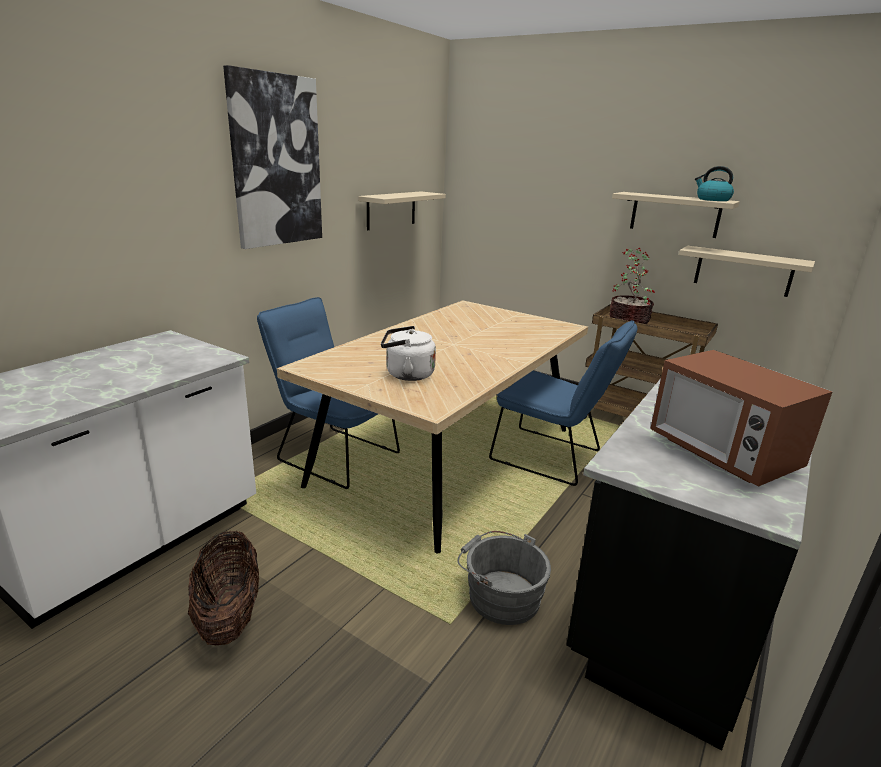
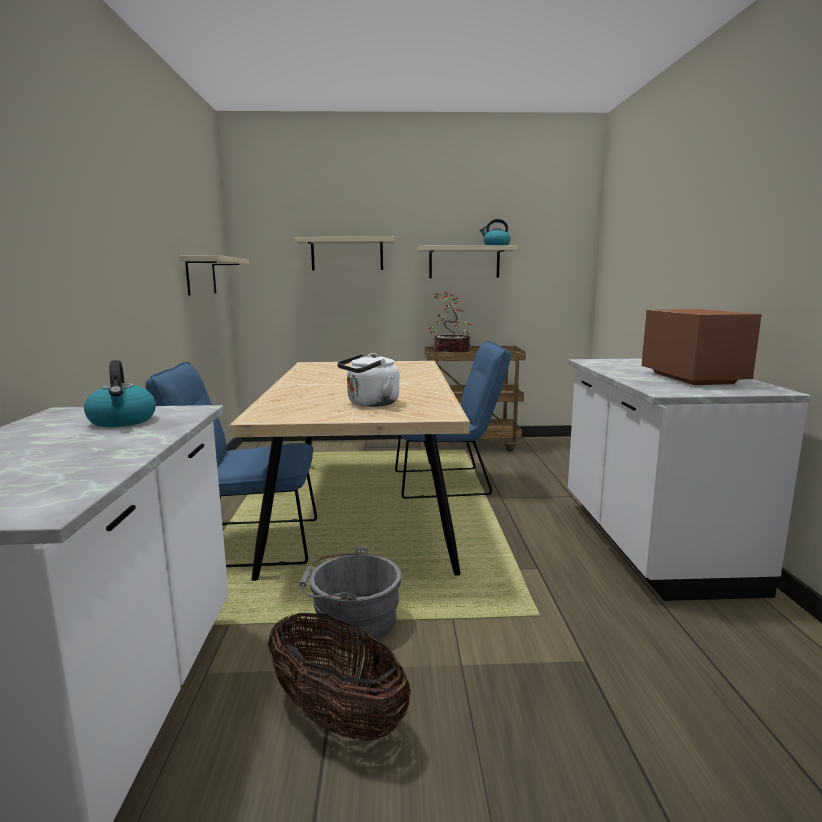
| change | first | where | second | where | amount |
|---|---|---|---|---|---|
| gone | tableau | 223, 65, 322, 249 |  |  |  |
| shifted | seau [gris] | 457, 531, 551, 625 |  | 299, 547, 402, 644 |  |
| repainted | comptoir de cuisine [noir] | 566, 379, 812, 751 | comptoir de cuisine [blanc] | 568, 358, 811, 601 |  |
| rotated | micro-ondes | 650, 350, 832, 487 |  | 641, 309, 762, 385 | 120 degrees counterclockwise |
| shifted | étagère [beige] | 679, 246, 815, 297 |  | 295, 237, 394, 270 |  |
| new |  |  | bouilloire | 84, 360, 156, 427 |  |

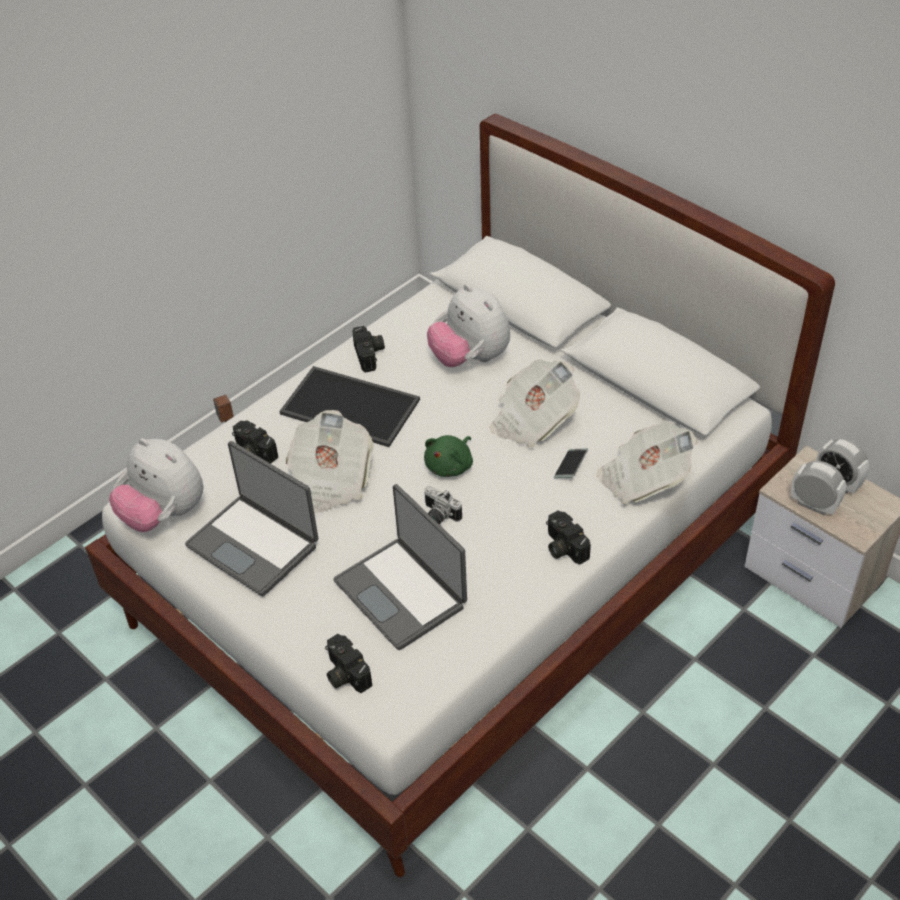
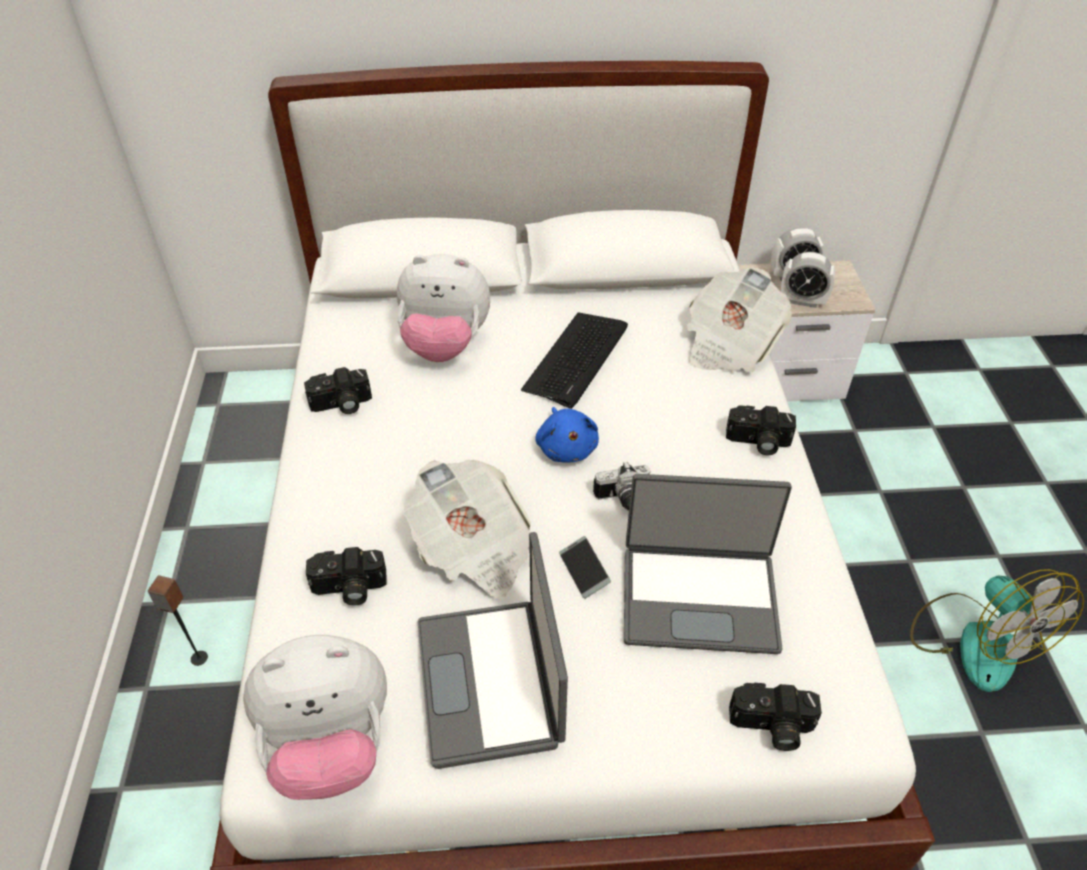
| change | first | where | second | where | amount |
|---|---|---|---|---|---|
| rotated | ordinateur portable | 185, 441, 318, 596 |  | 418, 532, 568, 769 | 90 degrees clockwise |
| gone | plateau | 279, 366, 420, 447 |  |  |  |
| rotated | appareil photo | 352, 326, 385, 373 |  | 304, 367, 372, 414 | 135 degrees clockwise |
| repainted | peluche [vert] | 424, 435, 473, 477 | peluche [bleu] | 535, 407, 599, 463 |  |
| swapped | journal | 490, 359, 580, 448 | clavier | 521, 312, 628, 409 |  |
| shifted | téléphone | 554, 448, 588, 478 |  | 559, 536, 611, 599 |  |
| rotated | réveil | 791, 461, 846, 516 |  | 781, 252, 835, 308 | 150 degrees counterclockwise |
| new |  |  | ventilateur | 910, 569, 1084, 692 |  |

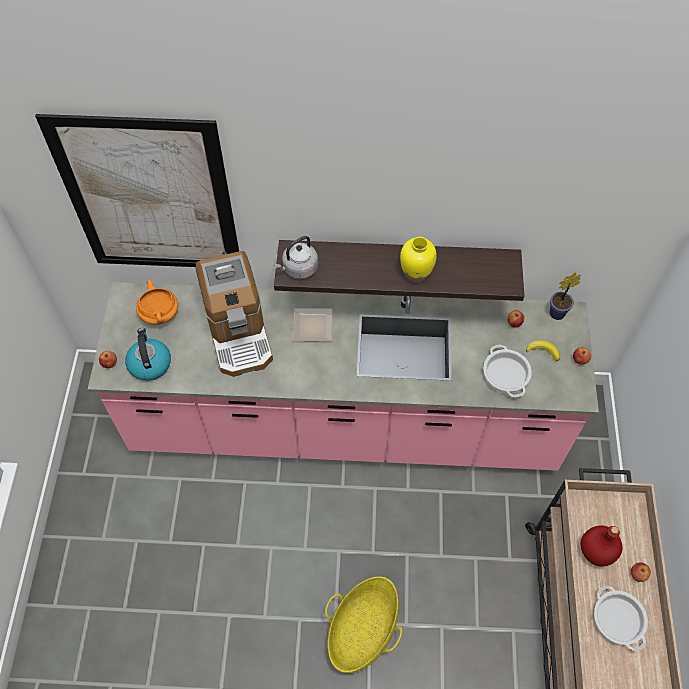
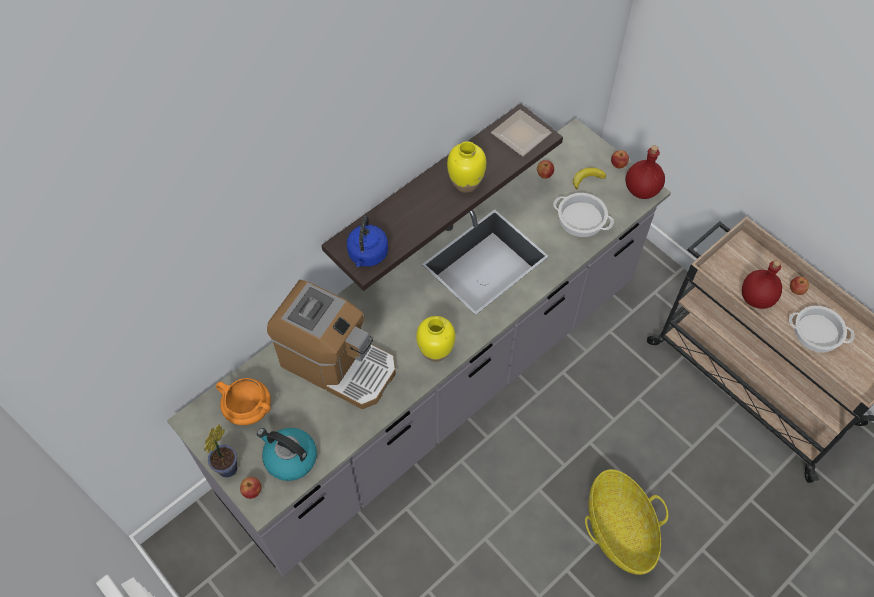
| change | first | where | second | where | amount |
|---|---|---|---|---|---|
| gone | tableau | 35, 114, 239, 267 |  |  |  |
| repainted | comptoir de cuisine [rose] | 88, 282, 599, 471 | comptoir de cuisine [gris] | 167, 118, 671, 576 |  |
| repainted | bouilloire [gris] | 274, 236, 318, 279 | bouilloire [bleu] | 347, 215, 388, 267 |  |
| shifted | assiette | 293, 309, 332, 341 |  | 491, 109, 552, 156 |  |
| shifted | plante en pot | 550, 273, 581, 320 |  | 204, 424, 238, 477 |  |
| new |  |  | vase [jaune] | 416, 316, 455, 362 |  |
| new |  |  | bouteille [rouge] | 626, 145, 665, 199 |  |

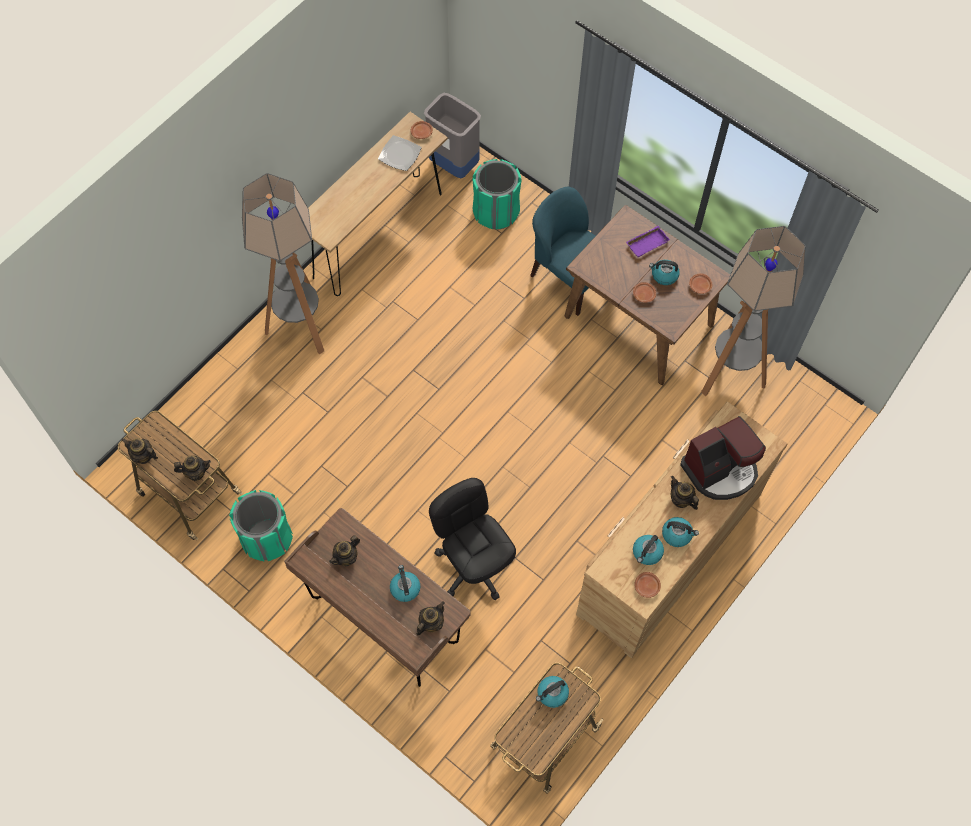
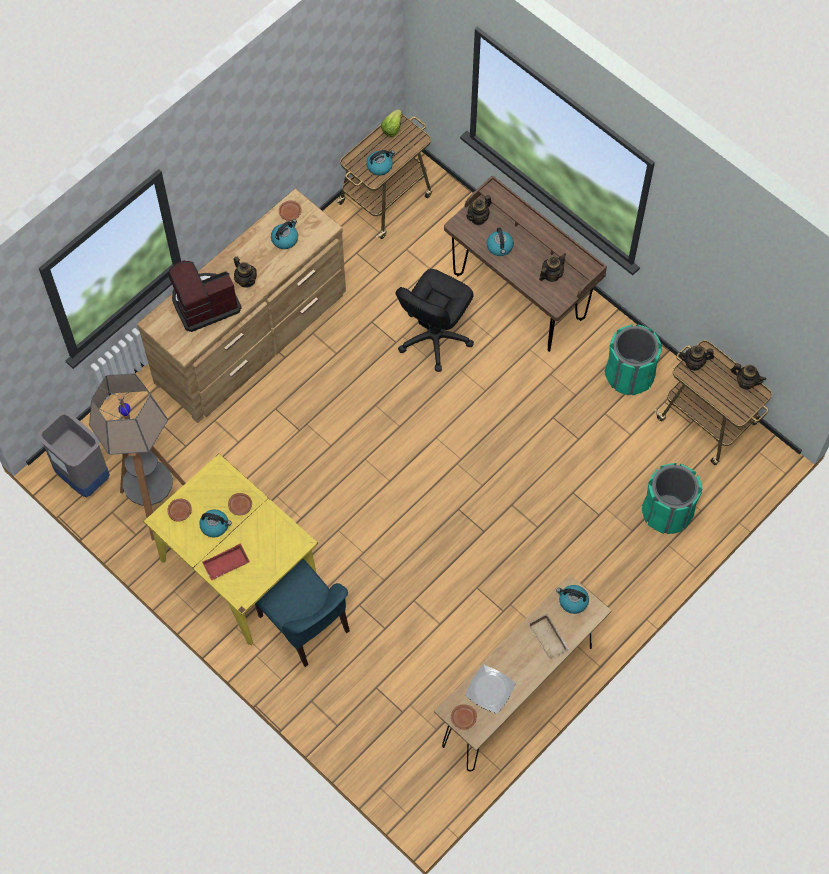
| change | first | where | second | where | amount |
|---|---|---|---|---|---|
| gone | lampadaire | 242, 173, 324, 354 |  |  |  |
| shifted | poubelle [gris] | 424, 93, 481, 178 |  | 38, 411, 110, 497 |  |
| rotated | chaise de bureau [noir] | 429, 478, 516, 600 |  | 396, 269, 474, 372 | 60 degrees clockwise |
| shifted | poubelle [vert] | 472, 159, 522, 229 |  | 642, 463, 702, 534 |  |
| repainted | table à manger [marron] | 564, 204, 730, 385 | table à manger [jaune] | 143, 453, 318, 645 |  |
| repainted | plateau [violet] | 626, 226, 670, 257 | plateau [rouge] | 202, 543, 250, 581 |  |
| shifted | bouilloire | 662, 517, 699, 547 |  | 556, 585, 589, 614 |  |
| new |  |  | laitue | 381, 109, 402, 137 |  |
| new |  |  | plateau [beige] | 528, 614, 569, 660 |  |

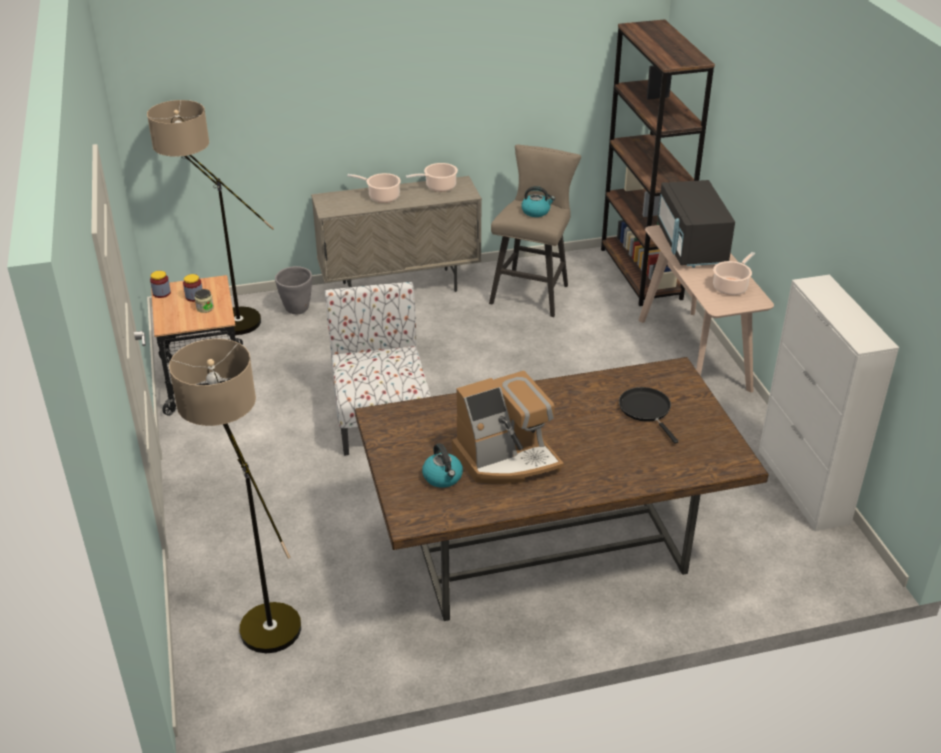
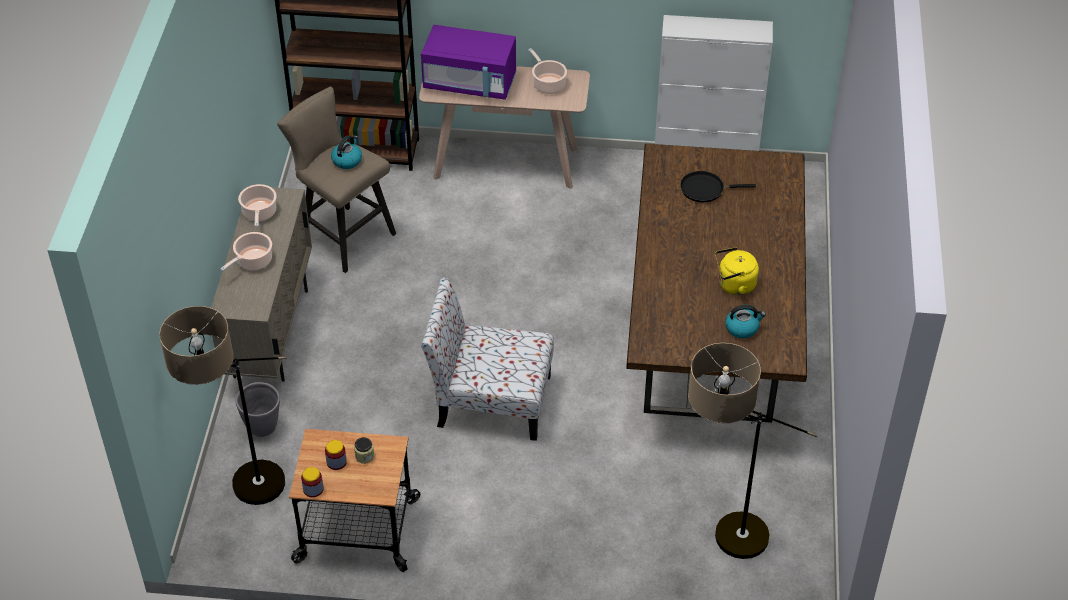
| change | first | where | second | where | amount |
|---|---|---|---|---|---|
| swapped | machine à café | 452, 371, 564, 484 | bouilloire [jaune] | 715, 247, 759, 295 |  |
| repainted | micro-ondes [noir] | 657, 180, 735, 268 | micro-ondes [violet] | 421, 25, 517, 100 |  |

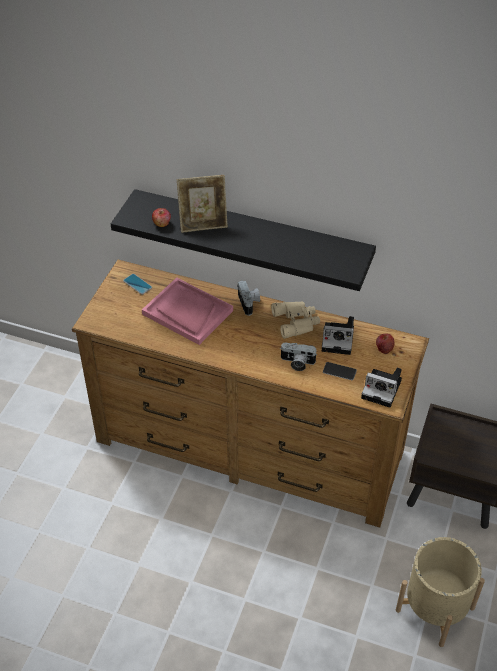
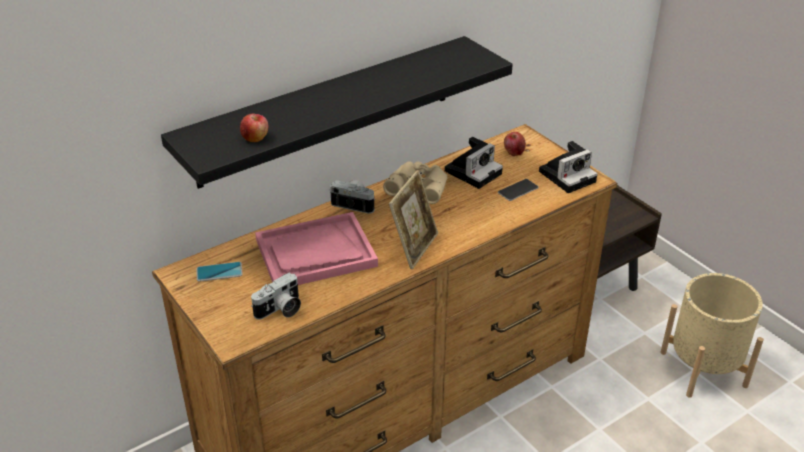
| change | first | where | second | where | amount |
|---|---|---|---|---|---|
| shifted | cadre photo | 177, 175, 228, 233 |  | 389, 170, 438, 269 |  |
| shifted | appareil photo | 281, 342, 318, 371 |  | 251, 273, 301, 320 |  |

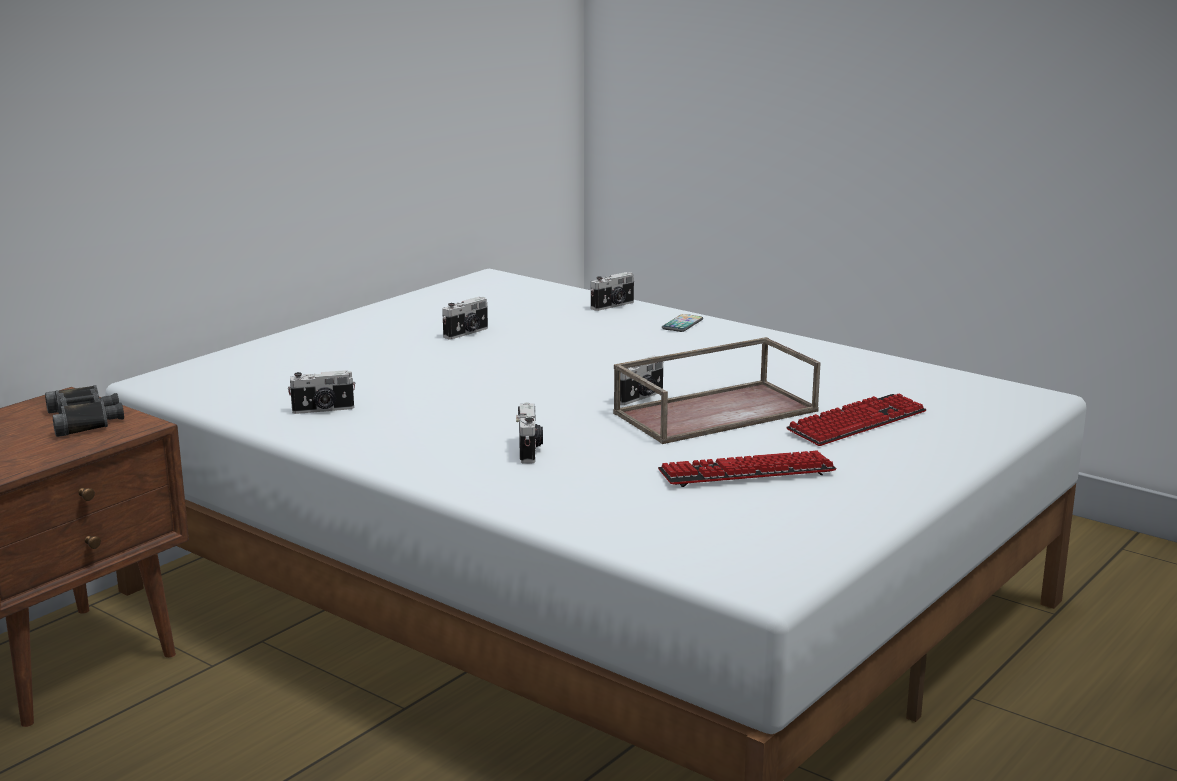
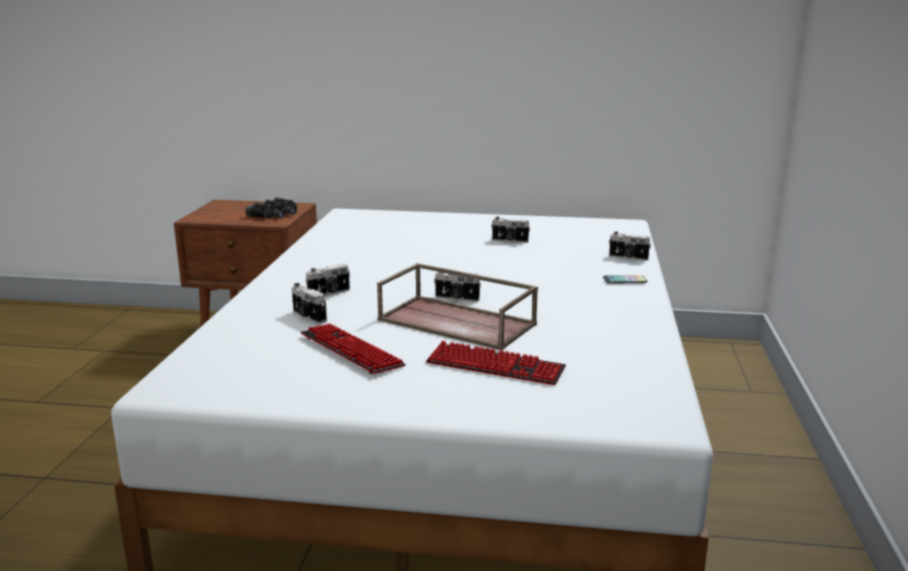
| change | first | where | second | where | amount |
|---|---|---|---|---|---|
| shifted | appareil photo | 288, 370, 356, 414 |  | 292, 283, 327, 324 |  |

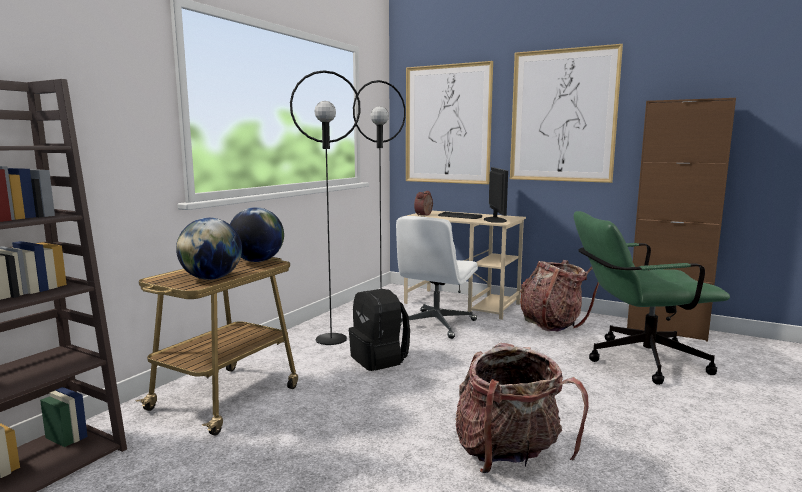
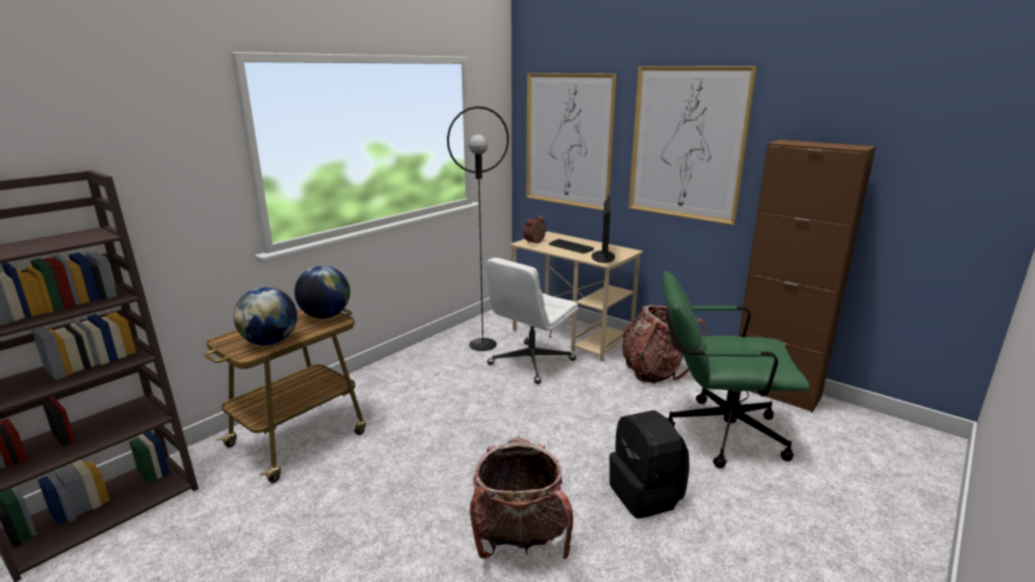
| change | first | where | second | where | amount |
|---|---|---|---|---|---|
| gone | lampadaire [noir] | 290, 70, 361, 345 |  |  |  |
| shifted | sac à dos [noir] | 349, 289, 410, 371 |  | 609, 410, 689, 519 |  |

